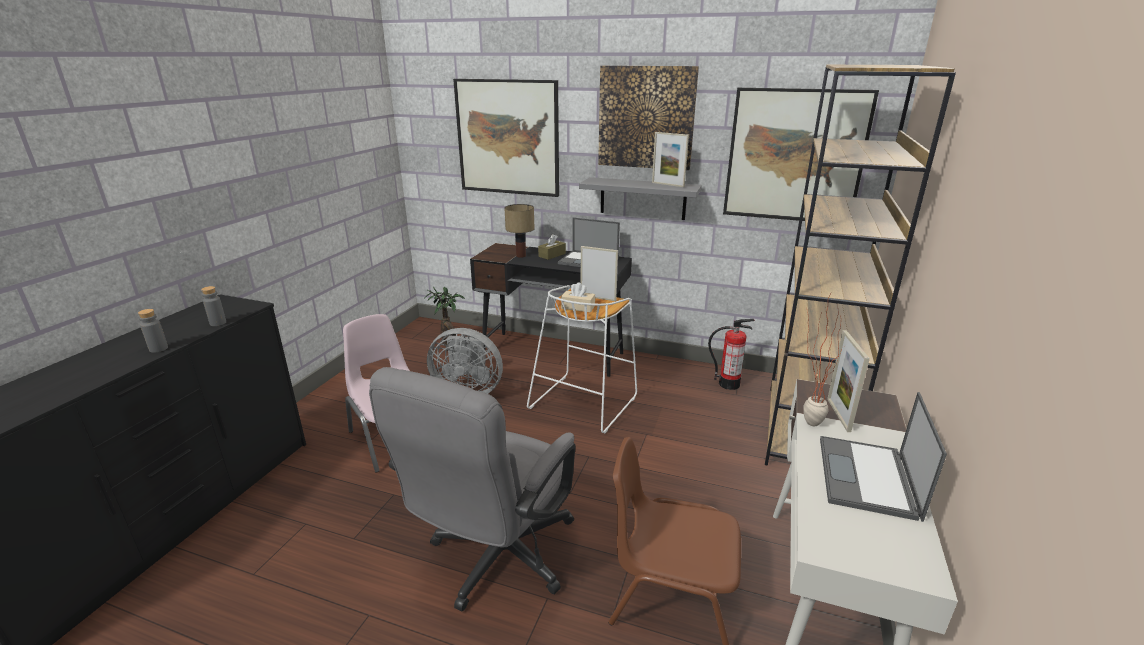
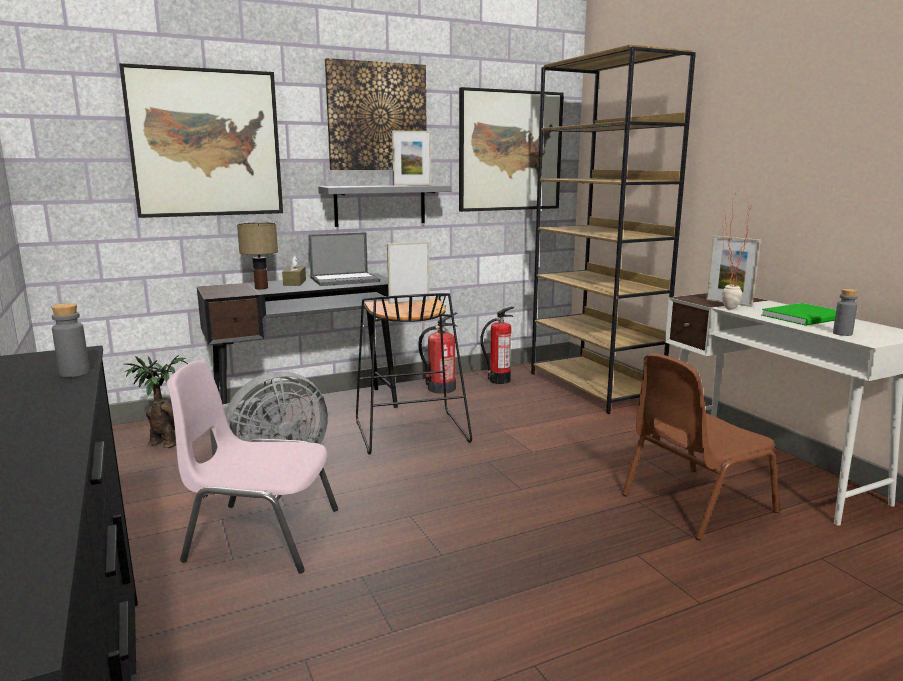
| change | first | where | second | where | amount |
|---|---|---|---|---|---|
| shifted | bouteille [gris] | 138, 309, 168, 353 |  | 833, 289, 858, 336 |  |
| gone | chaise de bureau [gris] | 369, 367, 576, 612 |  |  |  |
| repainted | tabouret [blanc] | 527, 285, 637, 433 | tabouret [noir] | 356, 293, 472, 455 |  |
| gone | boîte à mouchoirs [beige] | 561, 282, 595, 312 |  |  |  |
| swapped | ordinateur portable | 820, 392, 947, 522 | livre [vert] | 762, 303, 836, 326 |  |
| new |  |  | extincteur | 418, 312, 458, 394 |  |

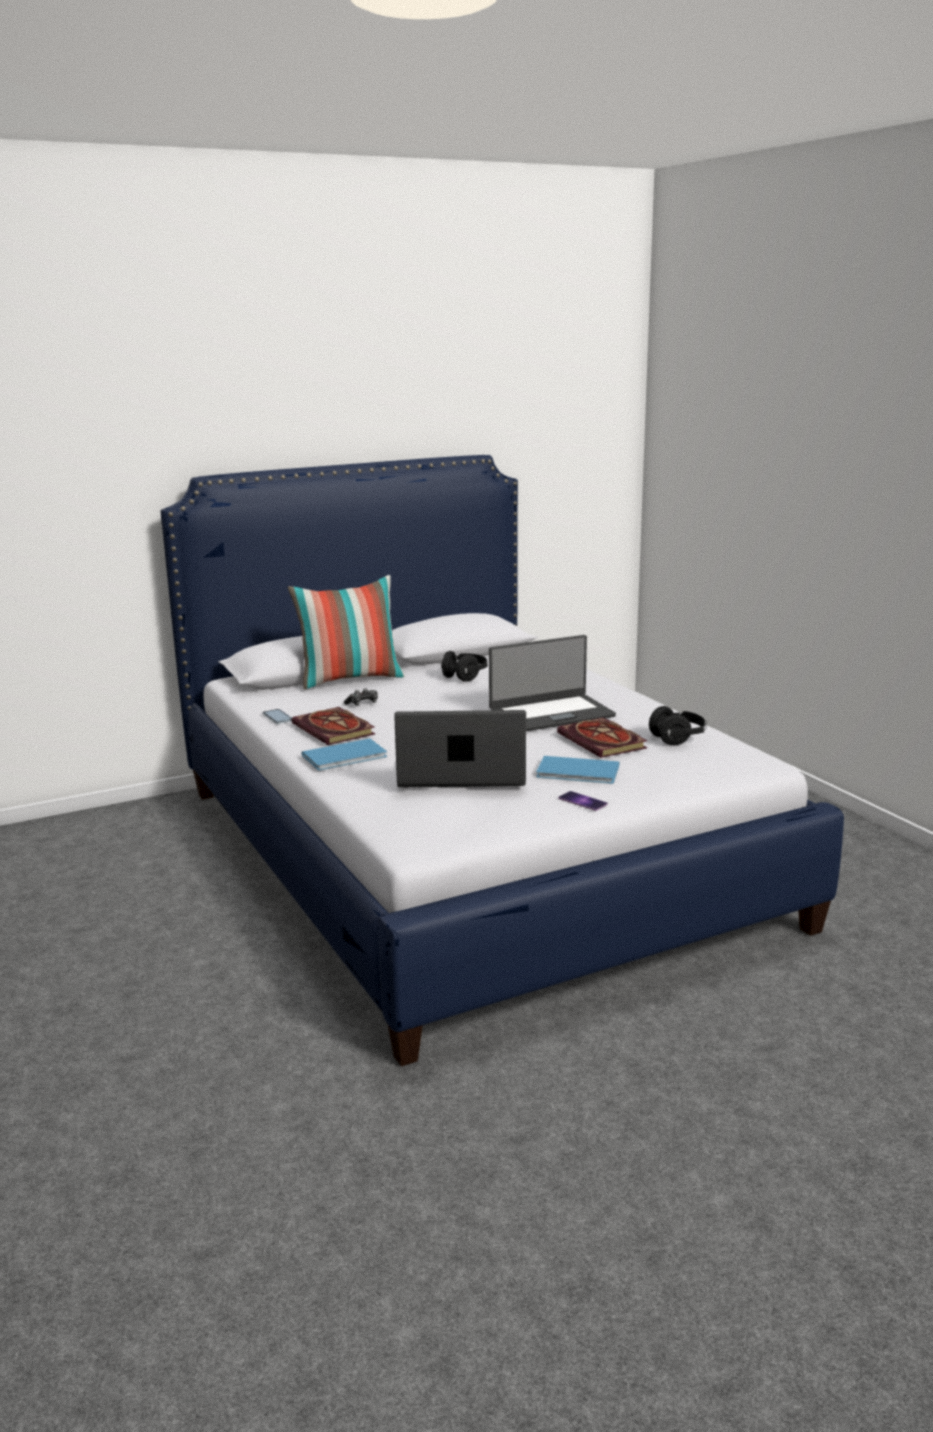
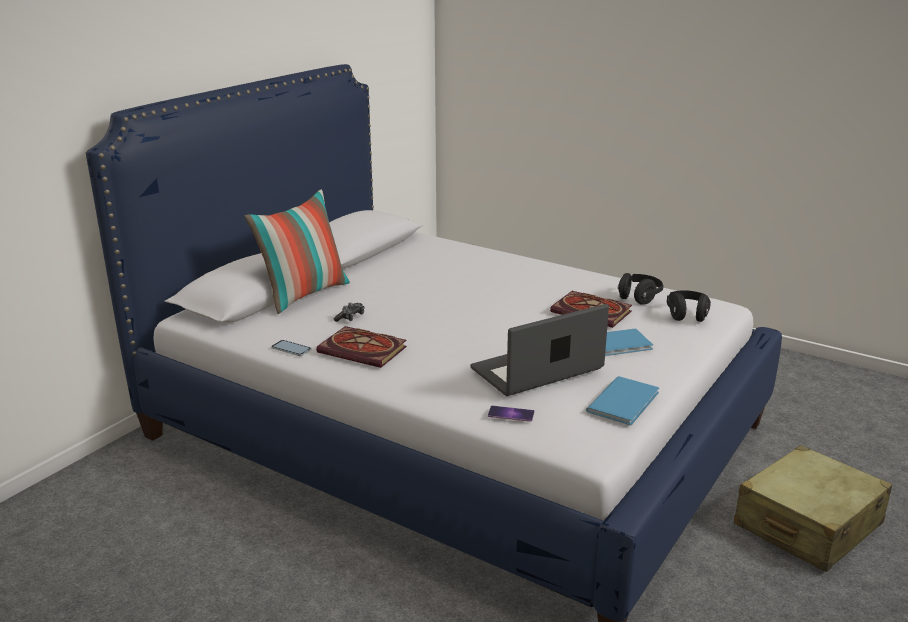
| change | first | where | second | where | amount |
|---|---|---|---|---|---|
| shifted | livre [bleu] | 302, 738, 387, 771 |  | 586, 376, 659, 425 |  |
| shifted | casque audio [noir] | 441, 651, 488, 682 |  | 667, 290, 711, 322 |  |
| gone | ordinateur portable | 489, 635, 616, 731 |  |  |  |
| shifted | téléphone | 558, 791, 608, 811 |  | 488, 406, 534, 422 |  |
| new |  |  | valise [beige] | 734, 445, 892, 572 |  |

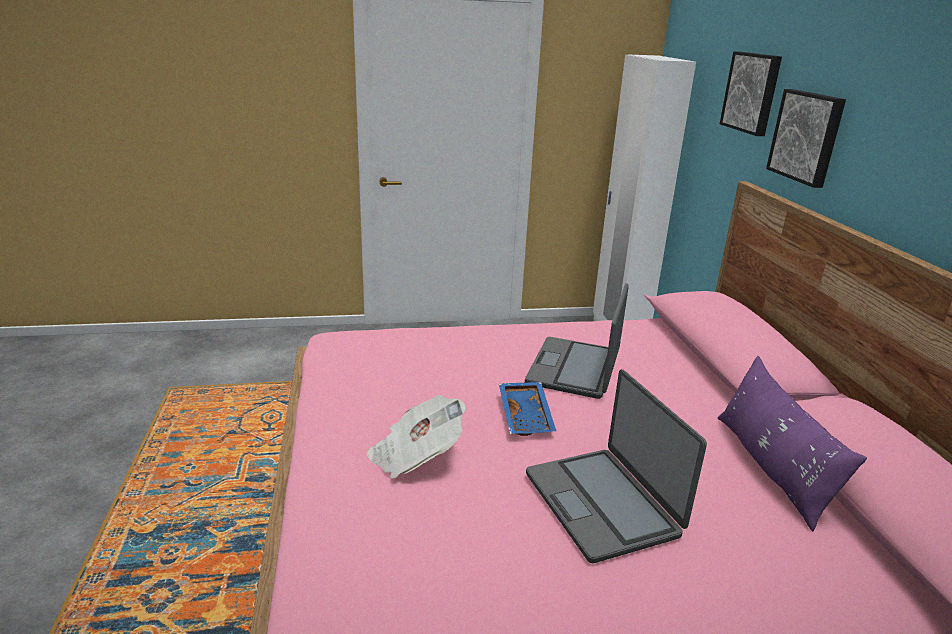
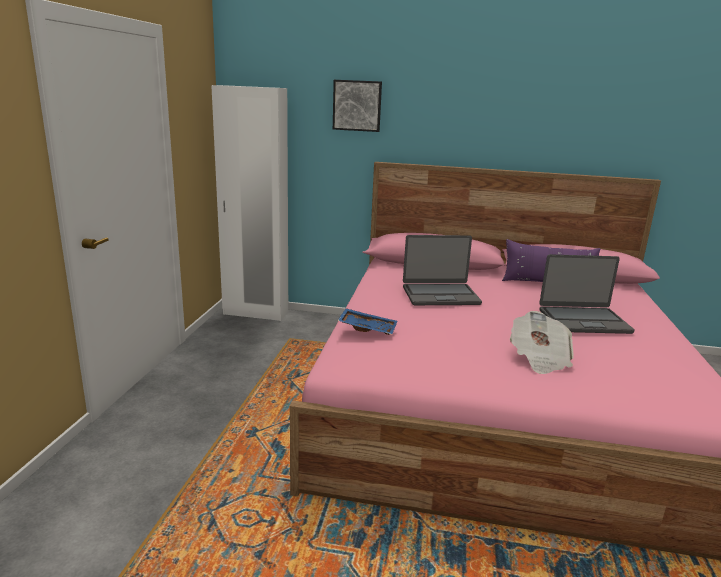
| change | first | where | second | where | amount |
|---|---|---|---|---|---|
| shifted | plateau [bleu] | 499, 382, 556, 436 |  | 337, 308, 397, 335 |  |
| rotated | ordinateur portable | 525, 283, 629, 399 |  | 403, 235, 482, 305 | 45 degrees counterclockwise |
| gone | tableau | 766, 89, 846, 188 |  |  |  |

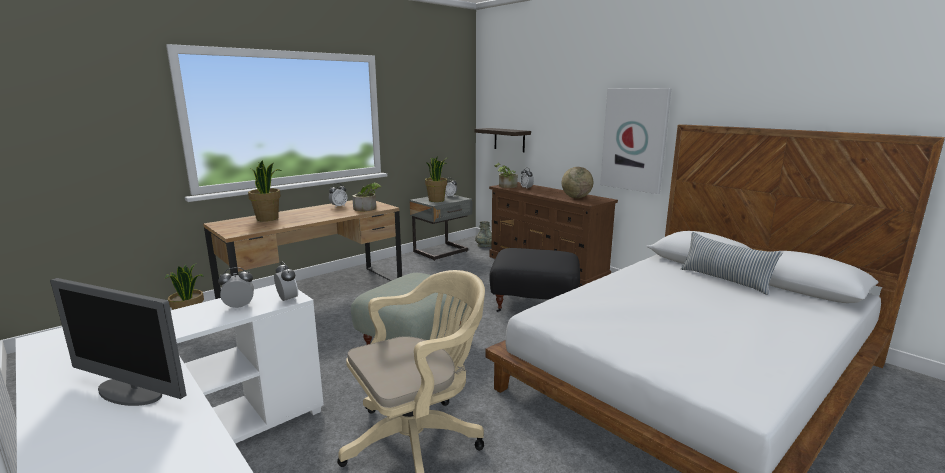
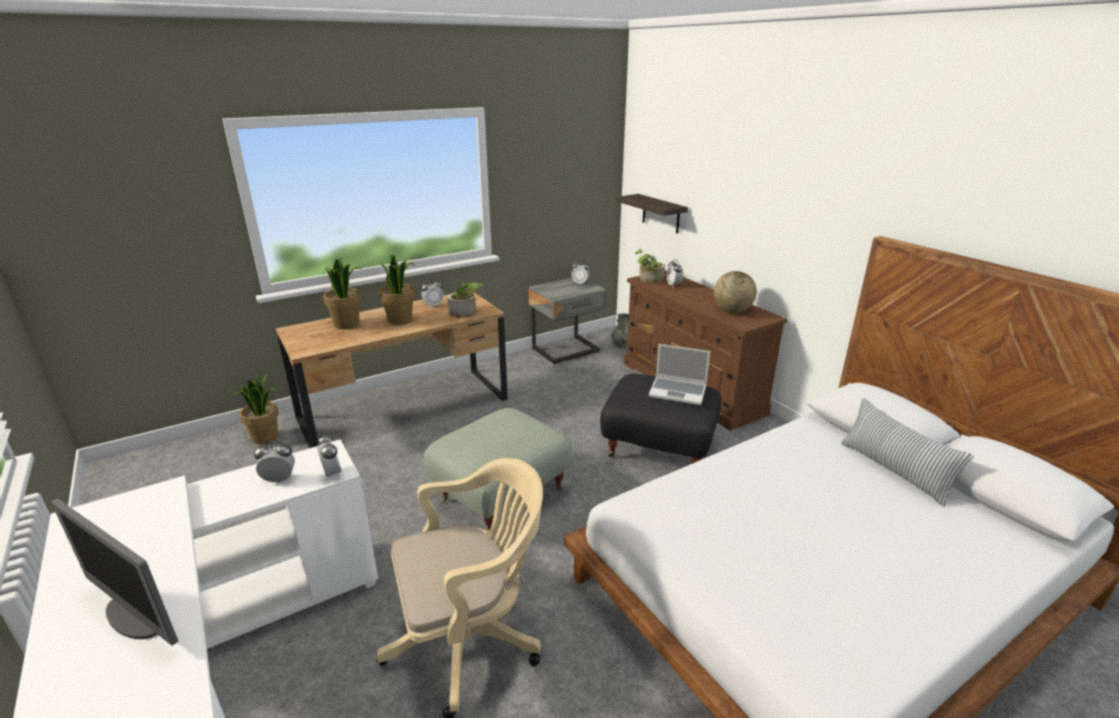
| change | first | where | second | where | amount |
|---|---|---|---|---|---|
| shifted | plante en pot | 425, 156, 449, 202 |  | 379, 254, 415, 325 |  |
| gone | tableau | 600, 88, 671, 194 |  |  |  |
| new |  |  | ordinateur portable | 648, 344, 710, 405 |  |

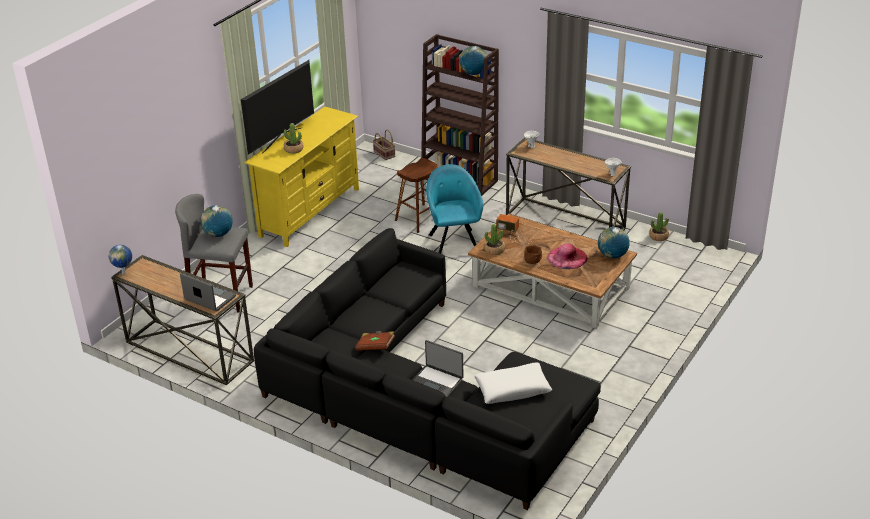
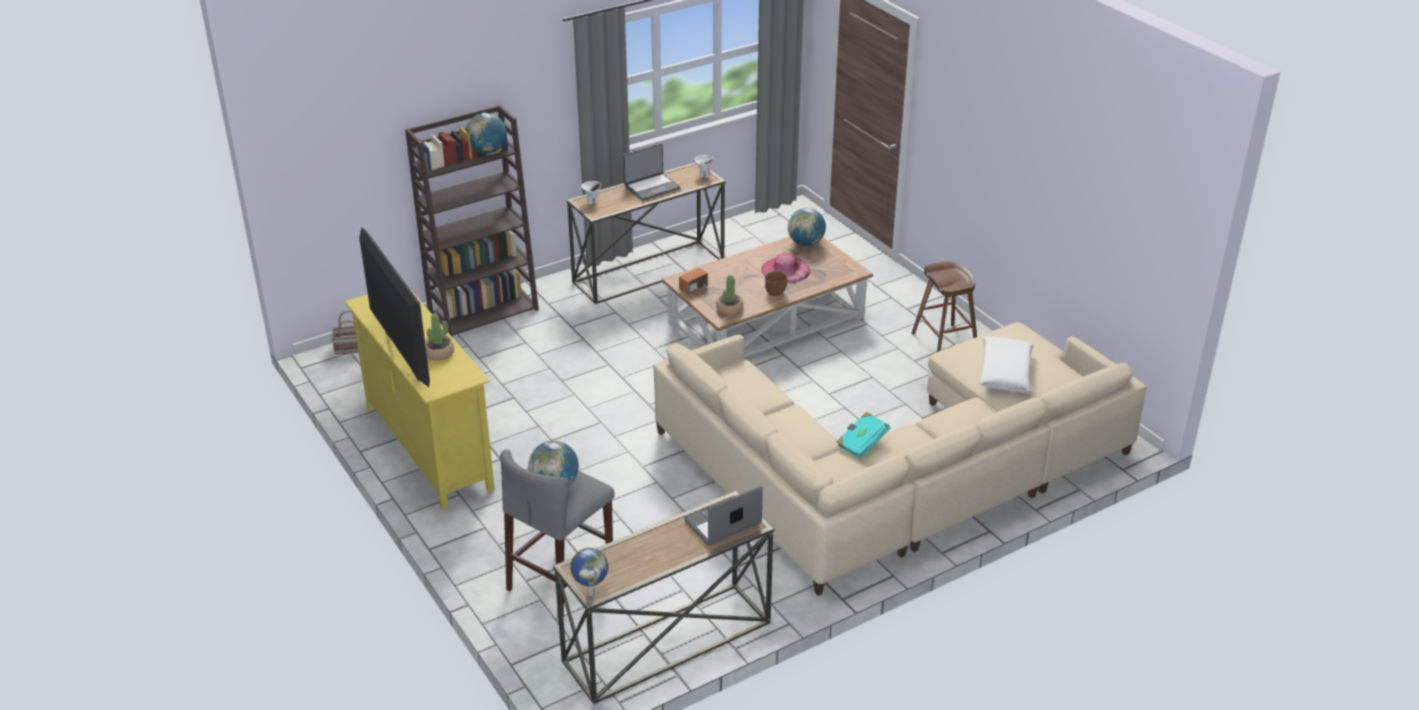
| change | first | where | second | where | amount |
|---|---|---|---|---|---|
| repainted | canapé [noir] | 254, 228, 601, 510 | canapé [beige] | 653, 322, 1147, 596 |  |
| repainted | livre [marron] | 355, 331, 395, 351 | livre [turquoise] | 836, 412, 891, 459 |  |
| shifted | tabouret [marron] | 395, 158, 437, 233 |  | 912, 261, 977, 352 |  |
| shifted | ordinateur portable | 413, 340, 463, 397 |  | 623, 143, 681, 201 |  |
| gone | fauteuil [turquoise] | 426, 164, 483, 254 |  |  |  |
| gone | plante en pot | 649, 212, 669, 241 |  |  |  |

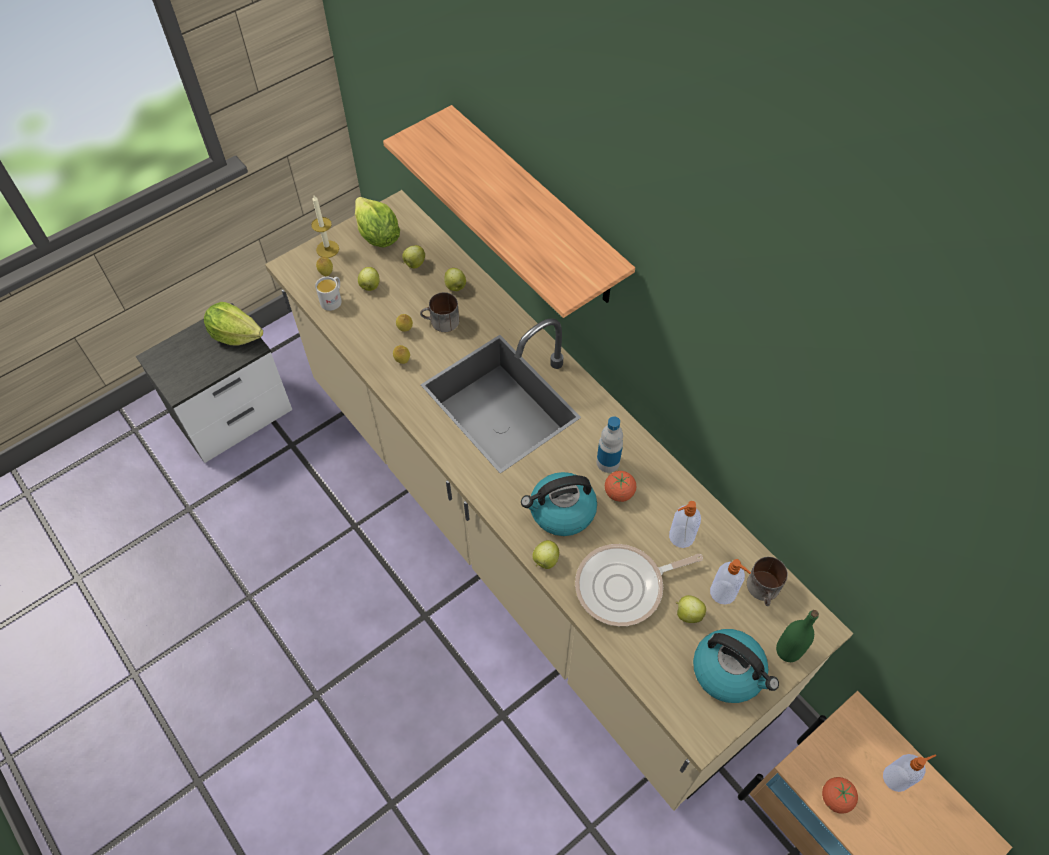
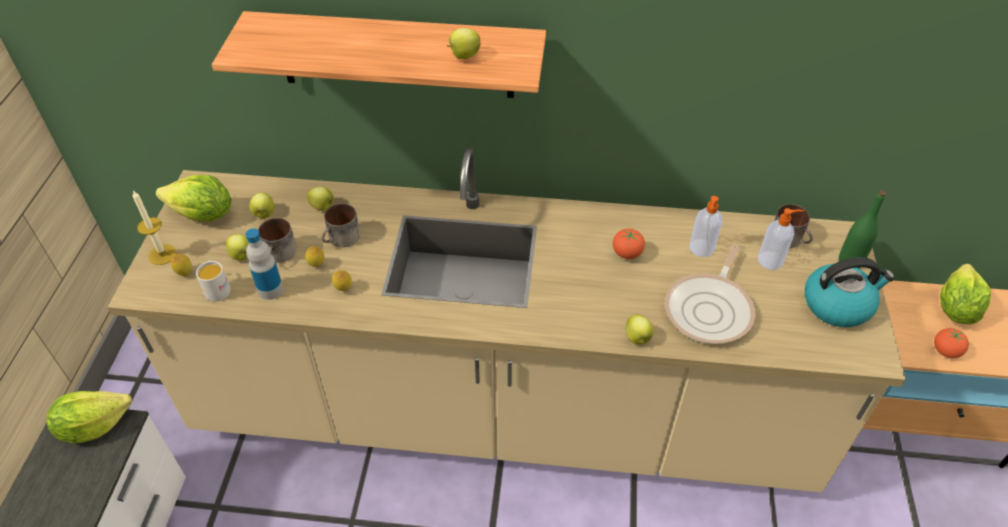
| change | first | where | second | where | amount |
|---|---|---|---|---|---|
| gone | bouilloire | 521, 472, 597, 536 |  |  |  |
| shifted | bouteille | 596, 416, 623, 473 |  | 245, 228, 283, 300 |  |
| shifted | pomme | 675, 595, 706, 623 |  | 447, 28, 481, 59 |  |
| swapped | distributeur de savon | 883, 754, 936, 792 | laitue | 940, 264, 991, 324 |  |
| new |  |  | mug | 258, 218, 297, 263 |  |

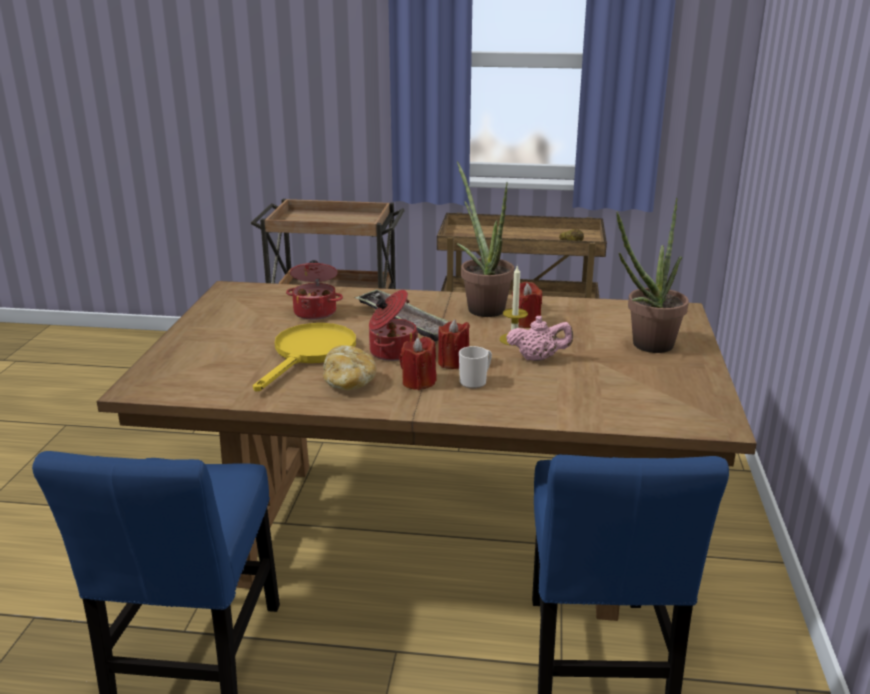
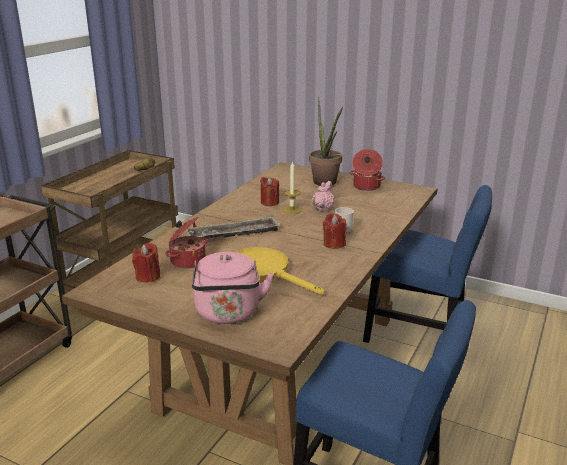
| change | first | where | second | where | amount |
|---|---|---|---|---|---|
| gone | pain | 323, 345, 377, 390 |  |  |  |
| shifted | marmite | 369, 290, 418, 361 |  | 350, 149, 385, 191 |  |
| shifted | bougie [rouge] | 438, 319, 470, 369 |  | 132, 243, 160, 282 |  |
| gone | plante en pot | 456, 161, 514, 317 |  |  |  |
| new |  |  | bouilloire [rose] | 192, 252, 274, 324 |  |

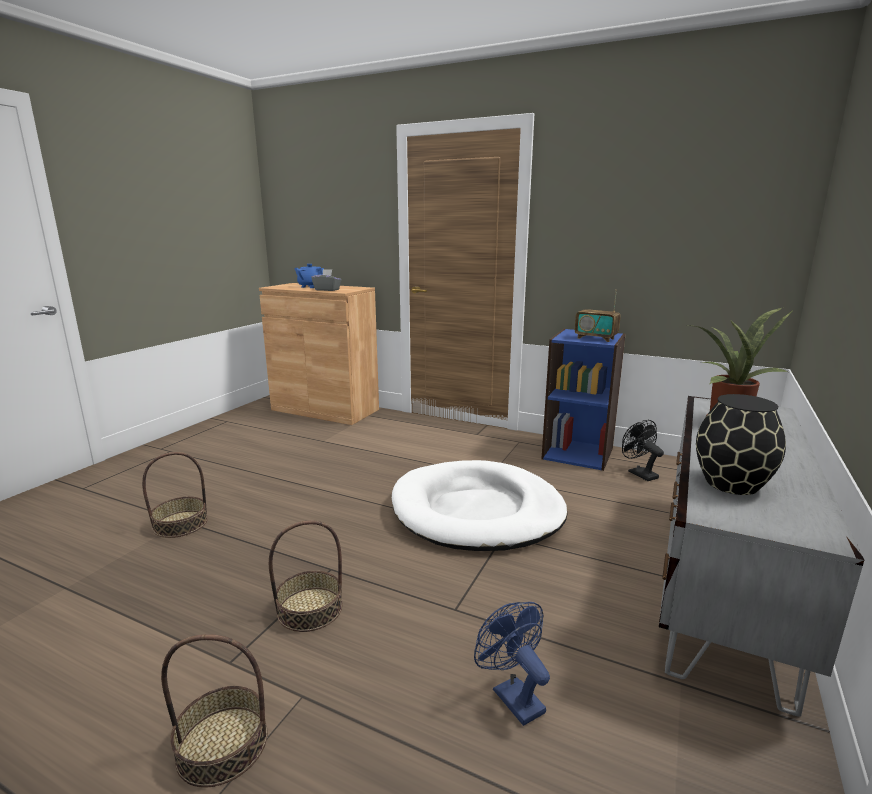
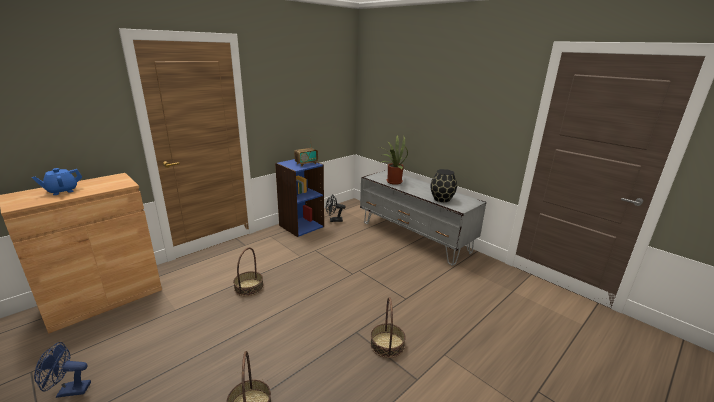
| change | first | where | second | where | amount |
|---|---|---|---|---|---|
| shifted | panier | 161, 634, 268, 787 |  | 233, 247, 264, 296 |  |
| gone | boîte à mouchoirs [gris] | 311, 269, 342, 291 |  |  |  |
| gone | panier pour chien [blanc] | 392, 460, 567, 551 |  |  |  |
| shifted | ventilateur [bleu] | 474, 602, 550, 726 |  | 34, 342, 91, 398 |  |

